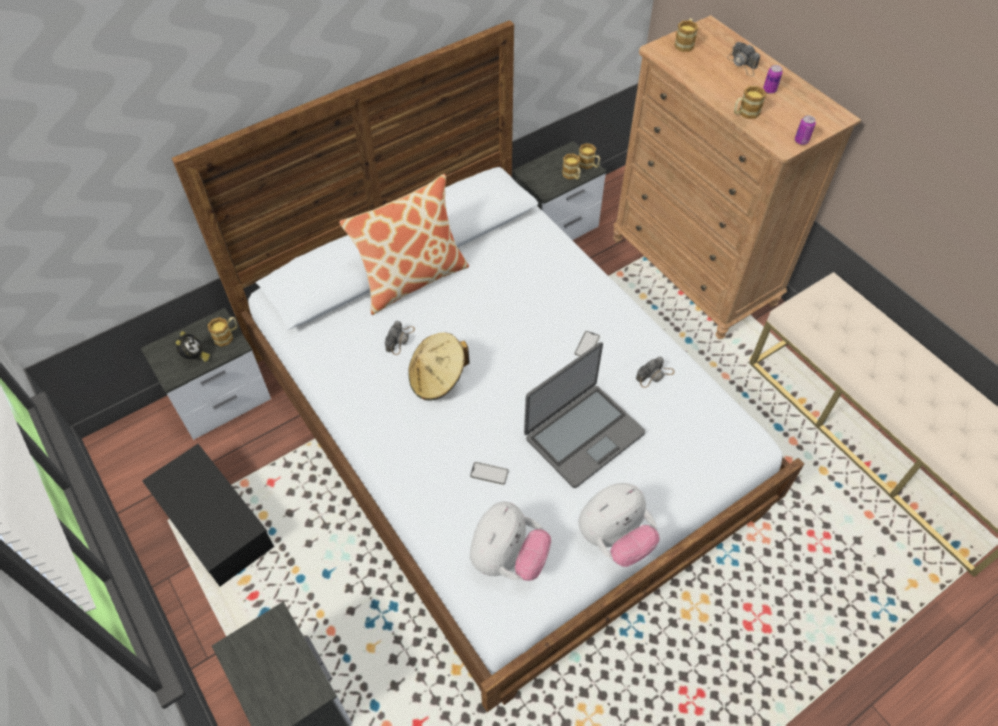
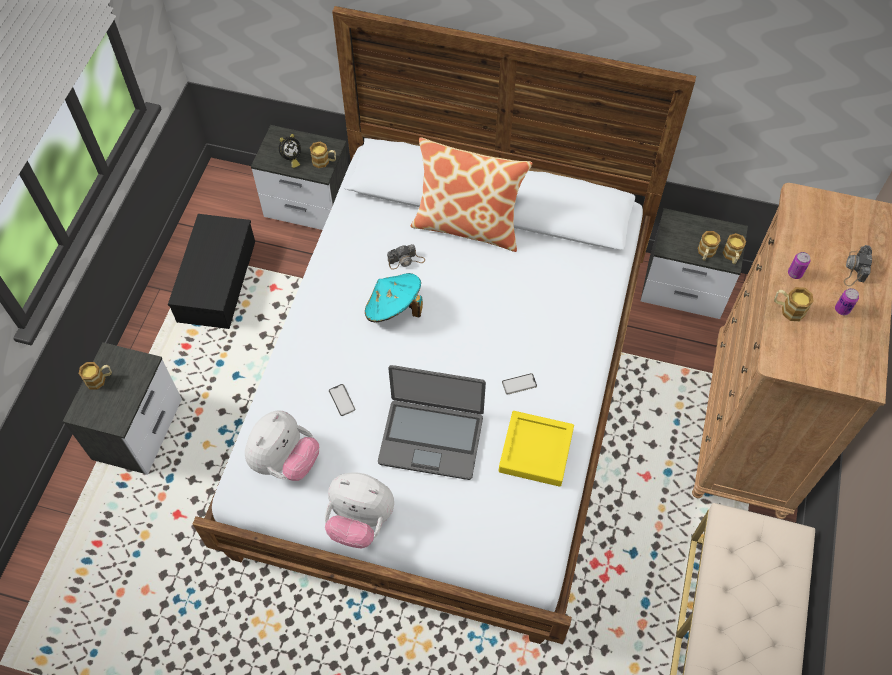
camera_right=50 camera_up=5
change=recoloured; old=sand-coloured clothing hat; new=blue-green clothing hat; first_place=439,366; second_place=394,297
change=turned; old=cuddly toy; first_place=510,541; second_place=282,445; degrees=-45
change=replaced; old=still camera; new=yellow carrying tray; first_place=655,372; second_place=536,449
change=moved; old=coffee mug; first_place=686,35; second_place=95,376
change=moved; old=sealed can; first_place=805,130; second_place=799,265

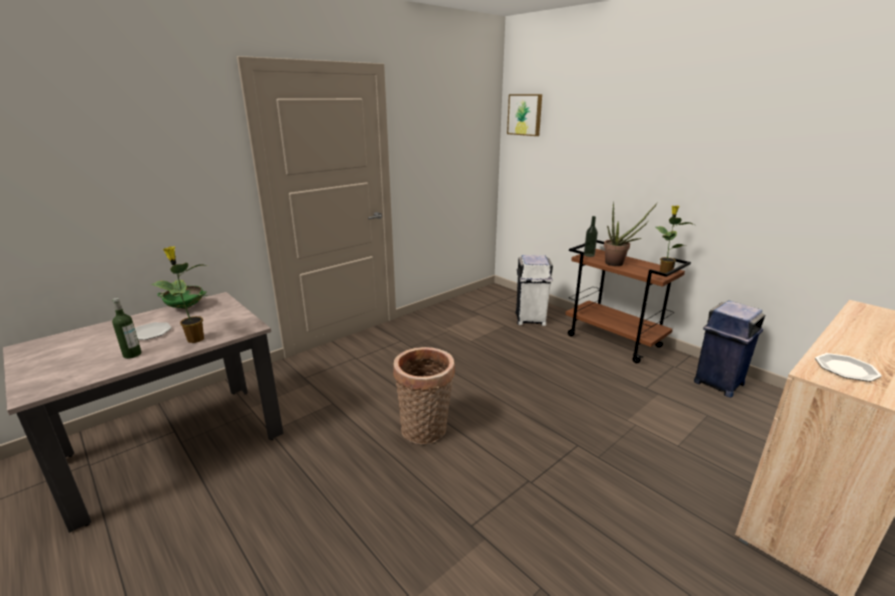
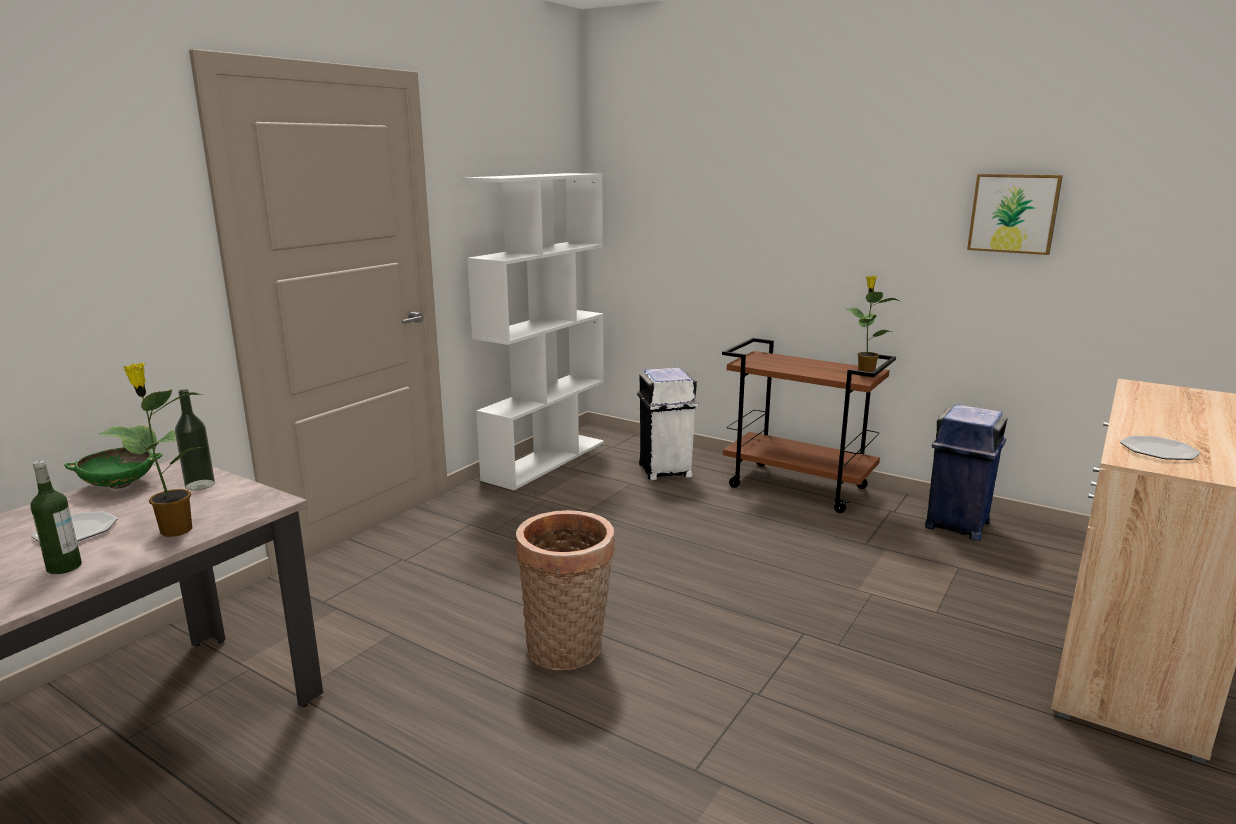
camera_right=-15 camera_up=-5
change=moved; old=wall art; first_place=524,115; second_place=1015,214
change=moved; old=bottle; first_place=591,236; second_place=195,439
change=removed; old=houseplant; first_place=631,234
change=added; new=white bookshelf; second_place=533,331

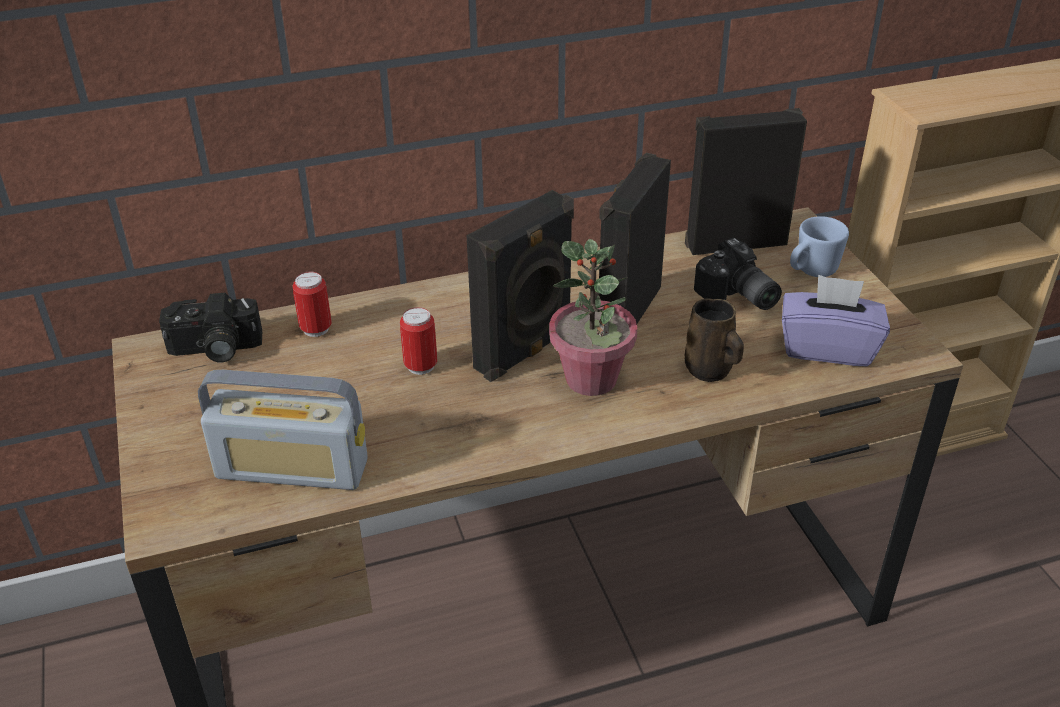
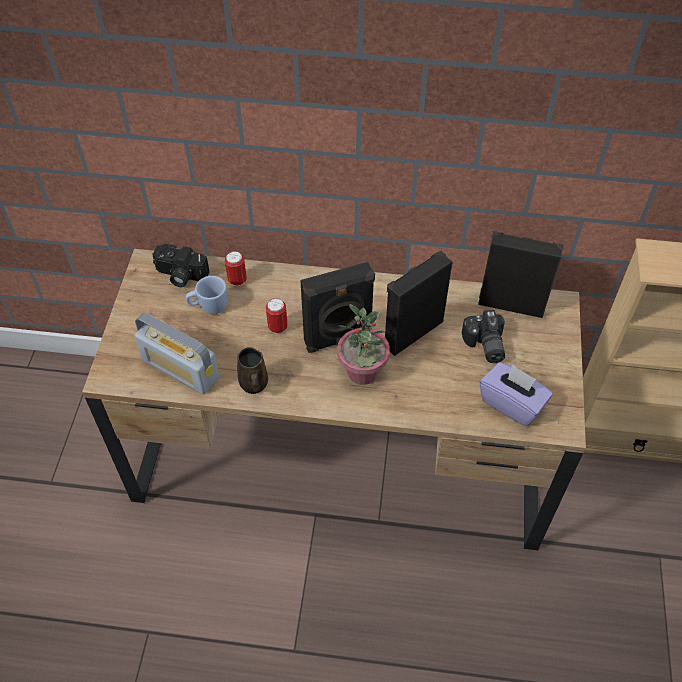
camera_right=25 camera_up=15
change=moved; old=brown-coloured coffee mug; first_place=714,340; second_place=252,370
change=moved; old=blue coffee mug; first_place=819,246; second_place=206,295

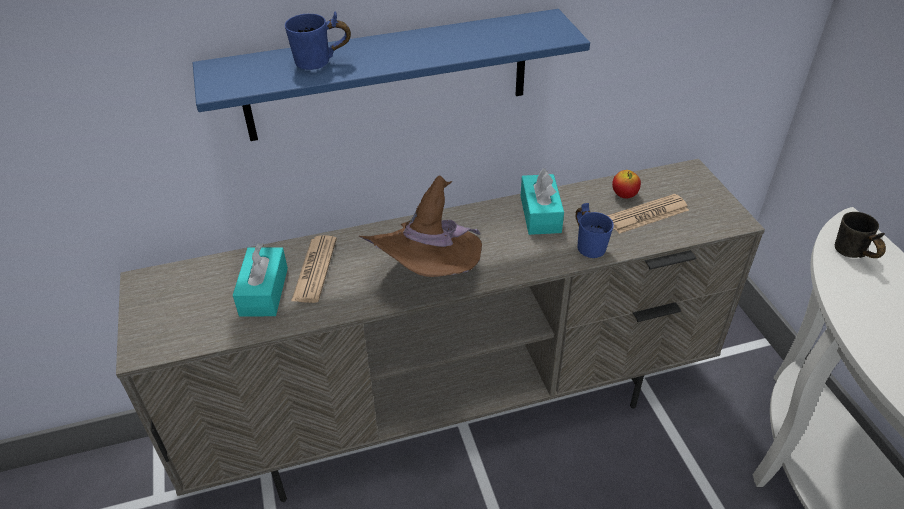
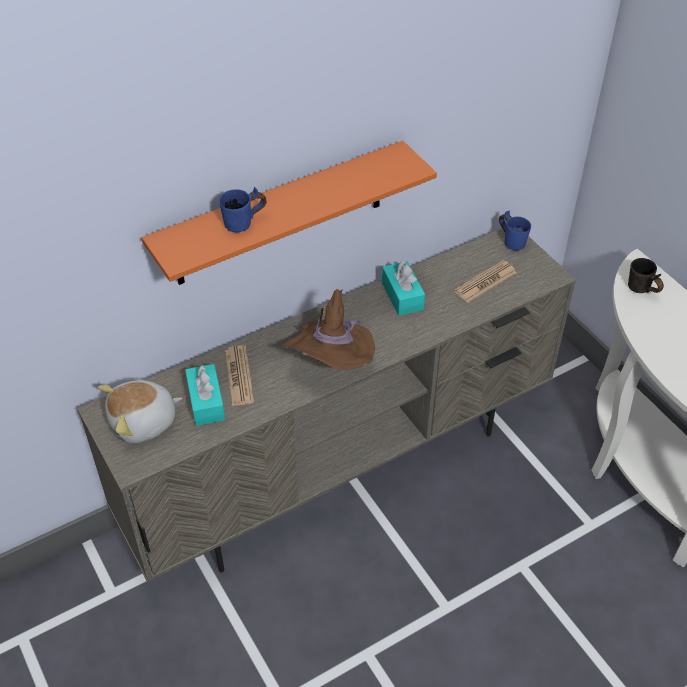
camera_right=-15 camera_up=5
change=recoloured; old=blue shelf; new=orangey shelf; first_place=391,75; second_place=289,213
change=moved; old=blue coffee mug; first_place=595,230; second_place=515,231
change=removed; old=whole apple; first_place=626,184
change=added; new=cuddly toy; second_place=140,411

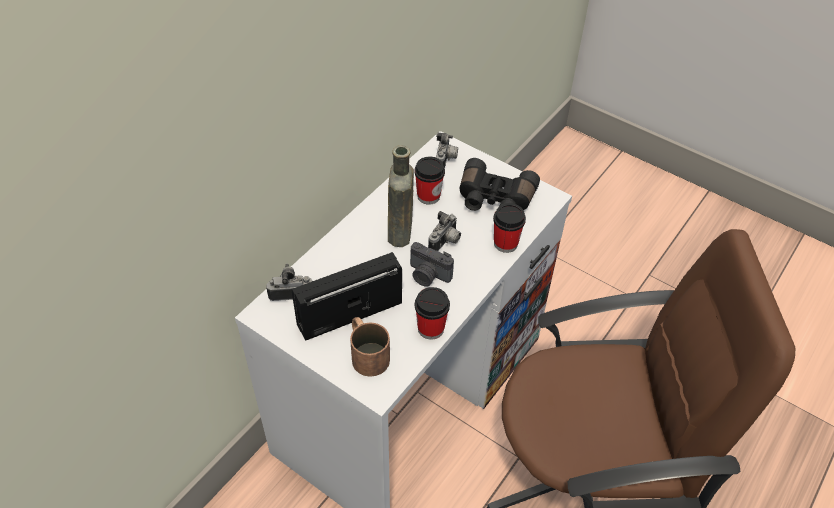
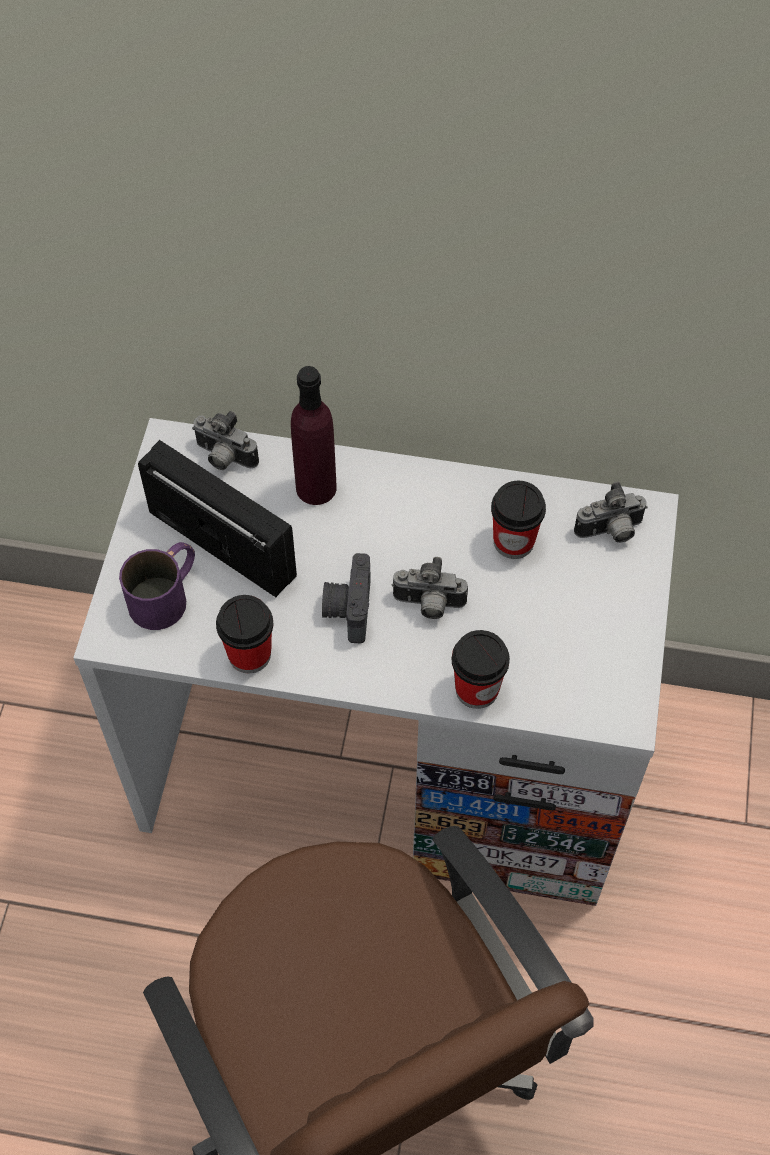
camera_right=65 camera_up=10
change=turned; old=still camera; first_place=289,282; second_place=225,440; degrees=150
change=recoloured; old=brown-coloured coffee mug; new=purple coffee mug; first_place=370,347; second_place=157,586
change=removed; old=brown-coloured bottle; first_place=401,196
change=removed; old=blackish binoculars; first_place=500,184
change=added; new=purple bottle; second_place=314,435

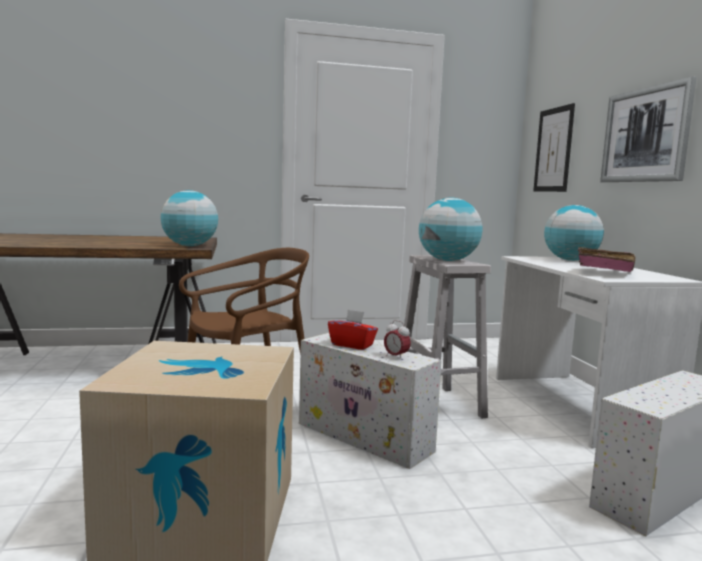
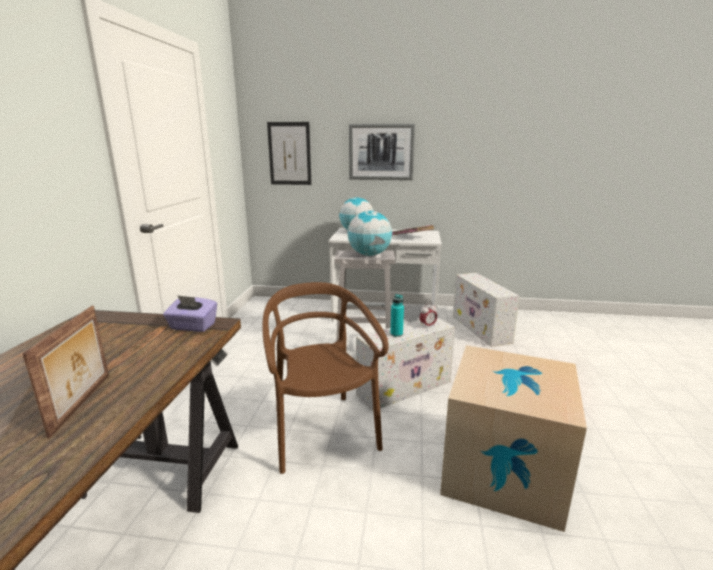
camera_right=-70 camera_up=10
change=replaced; old=desk globe; new=purple tissue box; first_place=189,218; second_place=190,313
change=replaced; old=red tissue box; new=blue-green bottle; first_place=353,330; second_place=397,315
change=added; new=photo frame; second_place=65,372

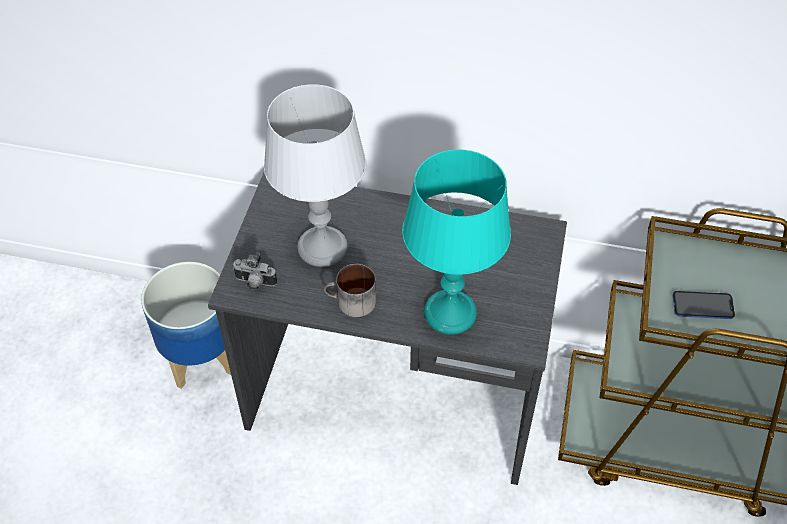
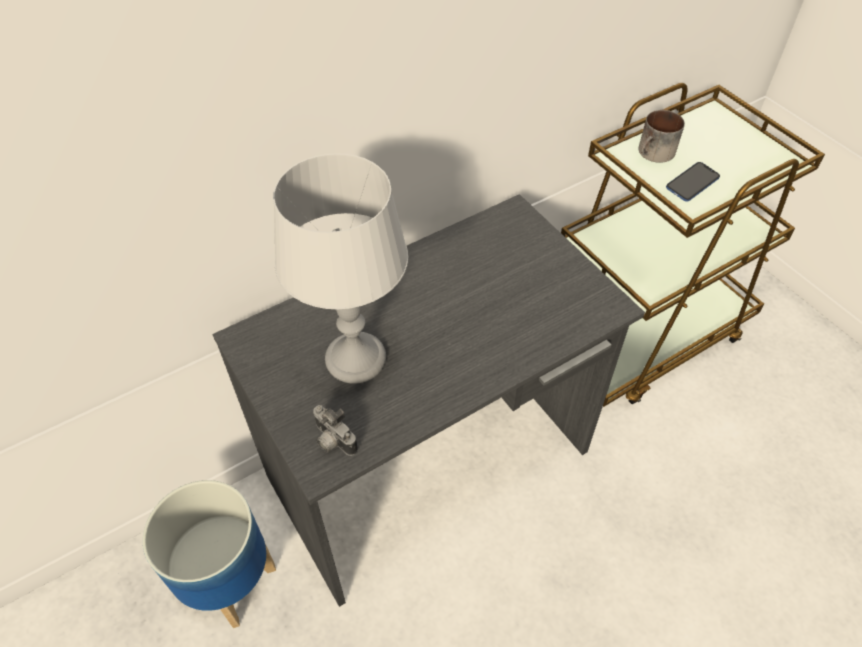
camera_right=-45 camera_up=0
change=turned; old=still camera; first_place=254,271; second_place=335,430; degrees=75
change=moved; old=coffee mug; first_place=350,290; second_place=661,136
change=removed; old=blue-green lamp for a table; first_place=456,242

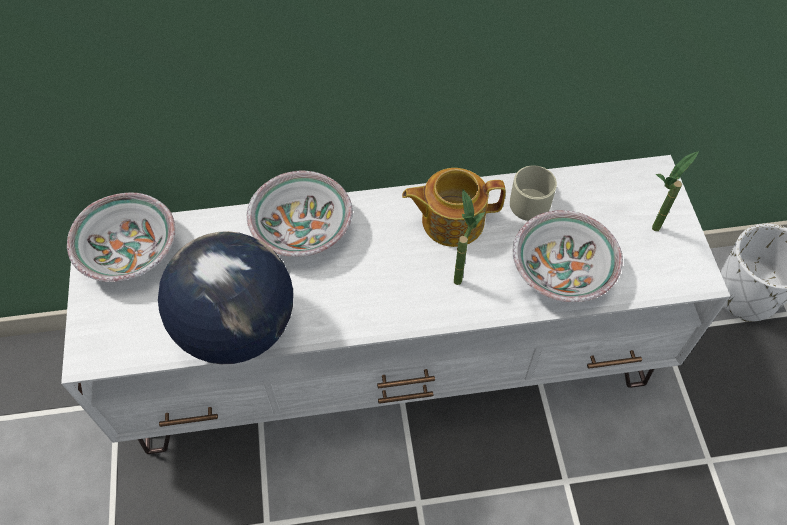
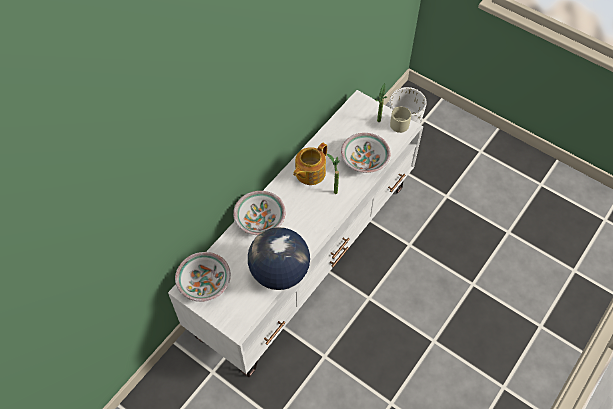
camera_right=-45 camera_up=0
change=moved; old=sand-coloured coffee mug; first_place=533,193; second_place=400,120

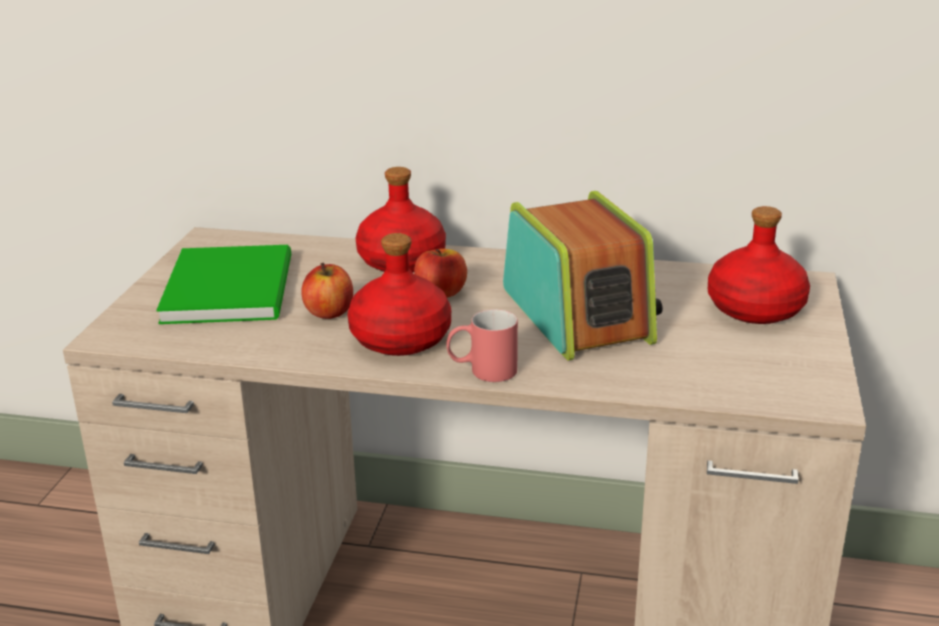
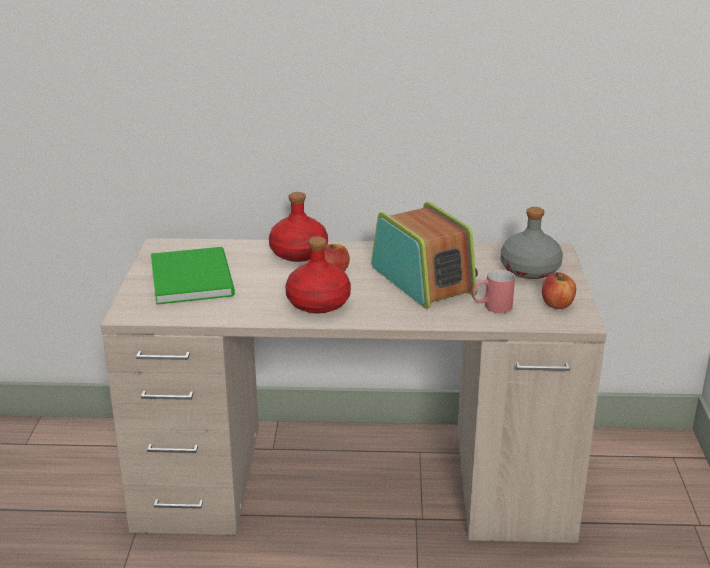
camera_right=-10 camera_up=0
change=moved; old=whole apple; first_place=327,291; second_place=559,290
change=moved; old=red coffee mug; first_place=482,345; second_place=493,291
change=recoloured; old=red bottle; new=grey bottle; first_place=759,265; second_place=532,243

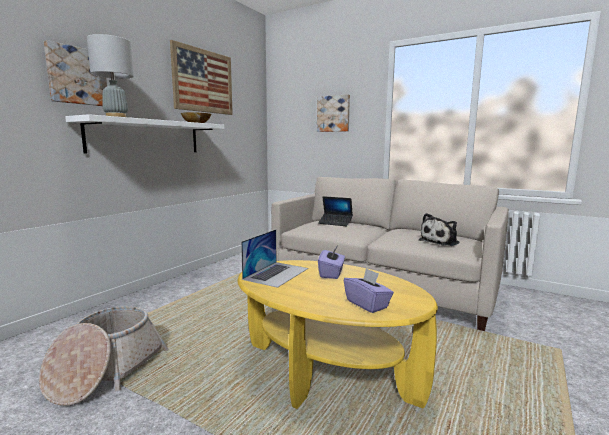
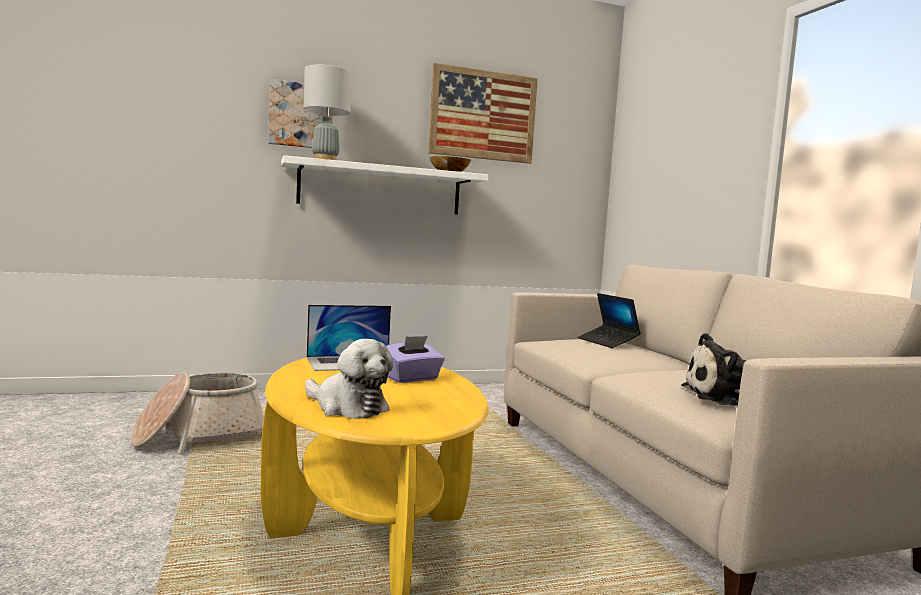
camera_right=40 camera_up=-5
change=removed; old=wall art; first_place=333,113
change=replaced; old=purple tissue box; new=cuddly toy; first_place=368,290; second_place=349,379

